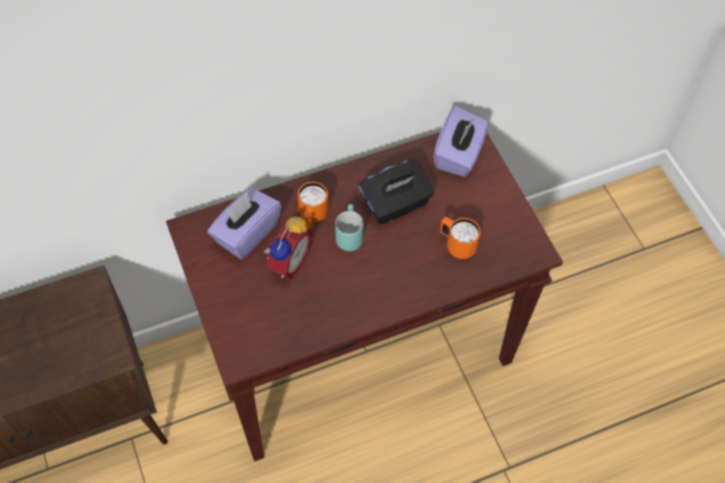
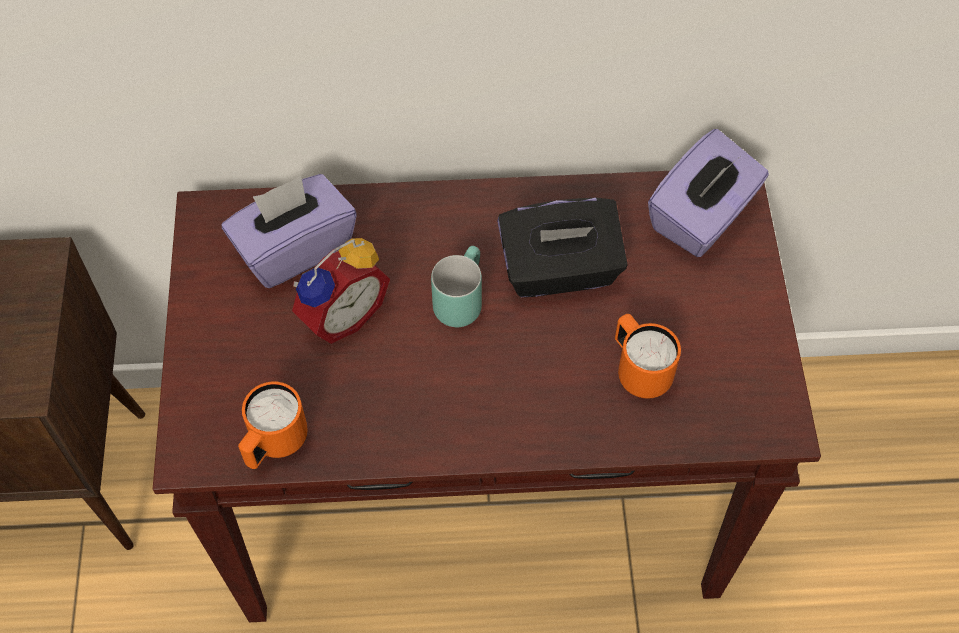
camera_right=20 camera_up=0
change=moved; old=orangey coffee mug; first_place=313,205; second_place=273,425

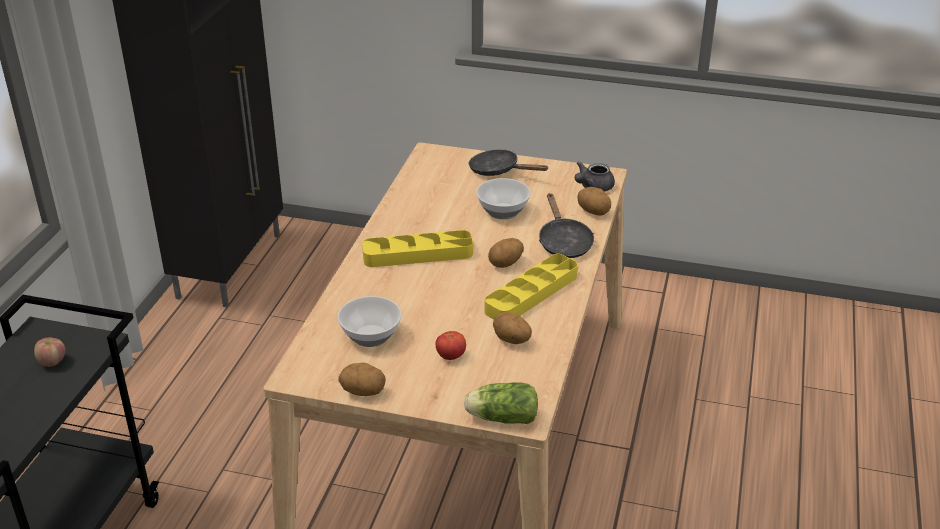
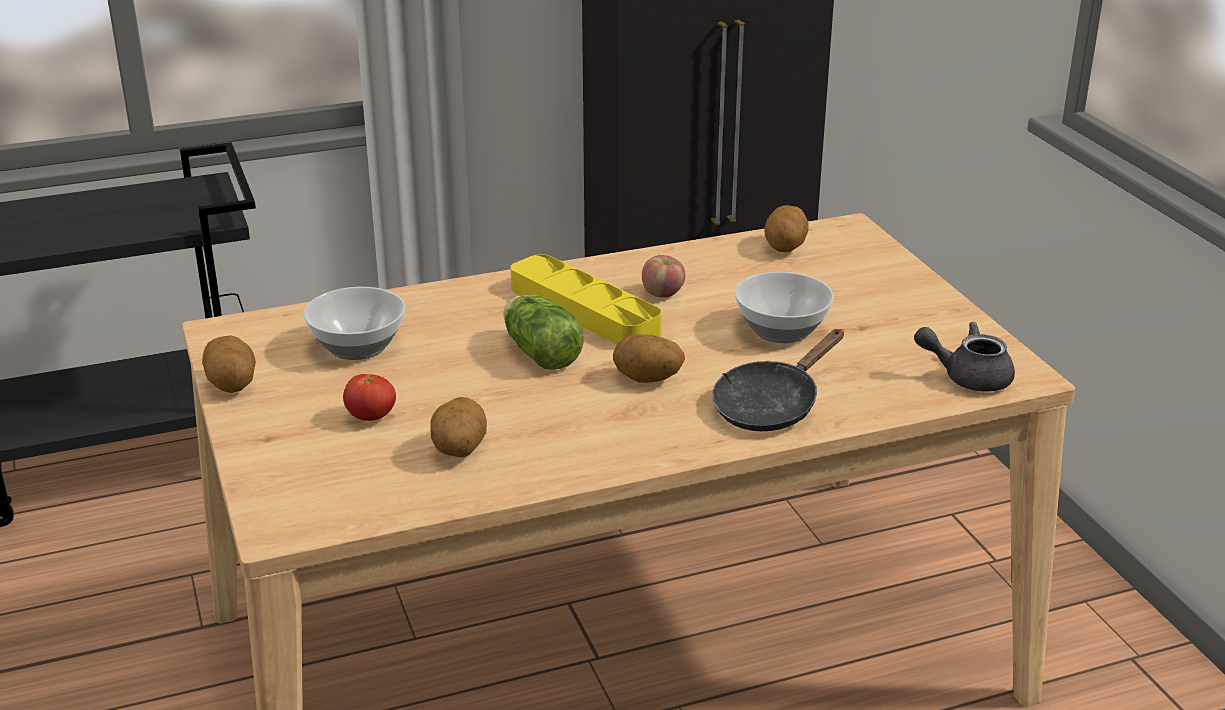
camera_right=55 camera_up=-5
change=moved; old=whole apple; first_place=49,352; second_place=663,276
change=moved; old=lettuce; first_place=501,403; second_place=543,332
change=removed; old=blackish frying pan; first_place=509,162
change=removed; old=yellow carrying tray; first_place=531,287
change=moved; old=spud; first_place=594,201; second_place=786,228

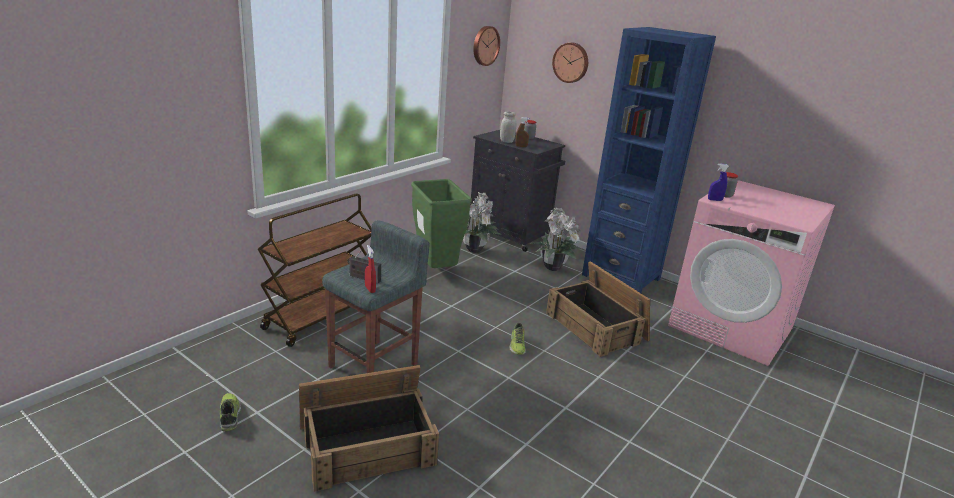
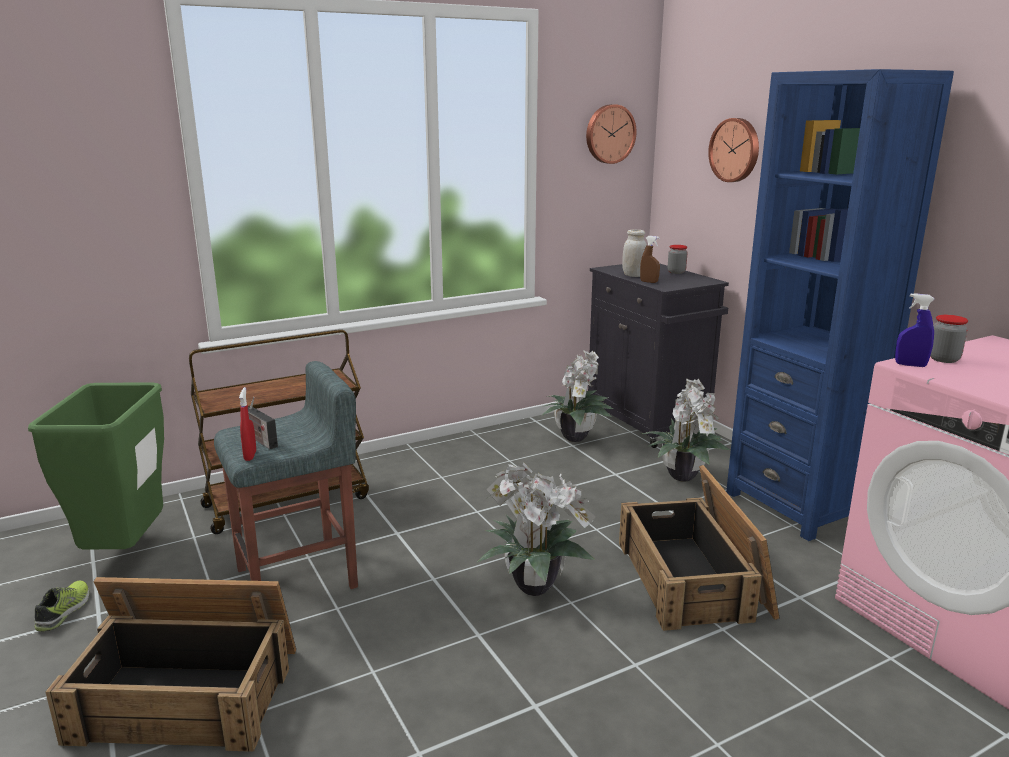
camera_right=25 camera_up=-5
change=moved; old=green waste bin; first_place=441,223; second_place=96,465
change=replaced; old=item of footwear; new=houseplant; first_place=517,339; second_place=536,529

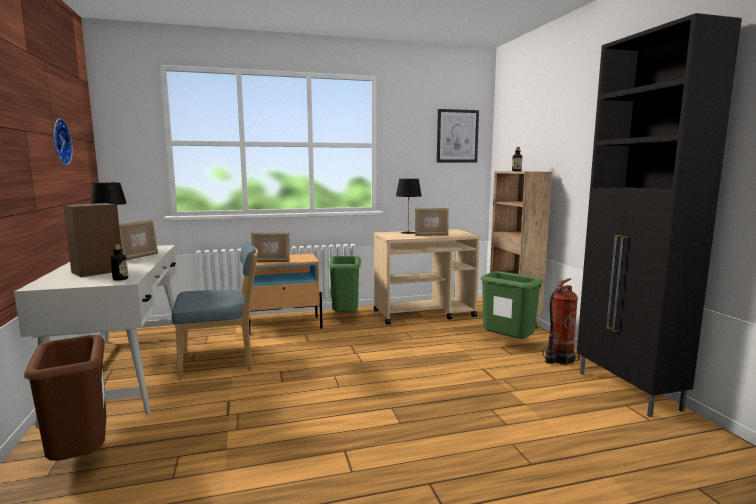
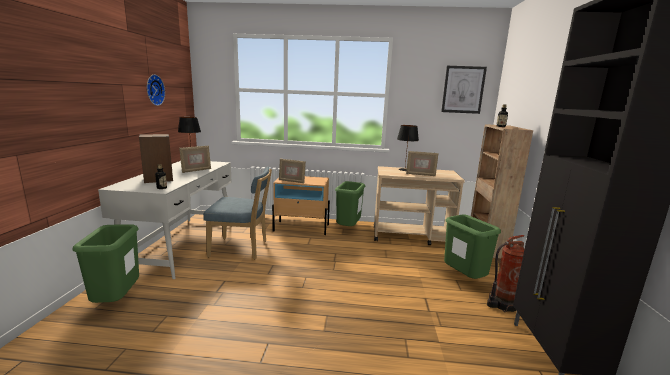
camera_right=20 camera_up=5
change=recoloured; old=brown-coloured waste bin; new=green waste bin; first_place=65,398; second_place=105,263

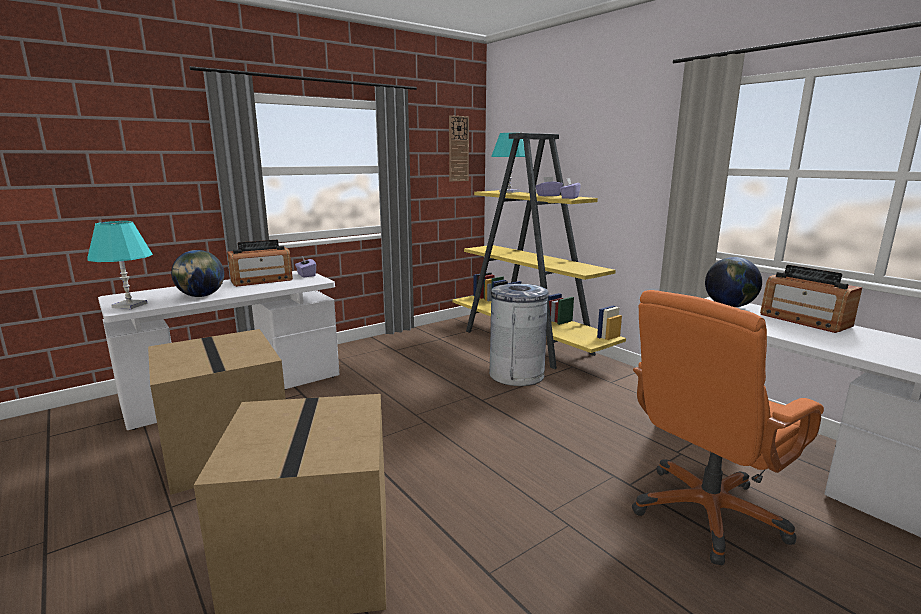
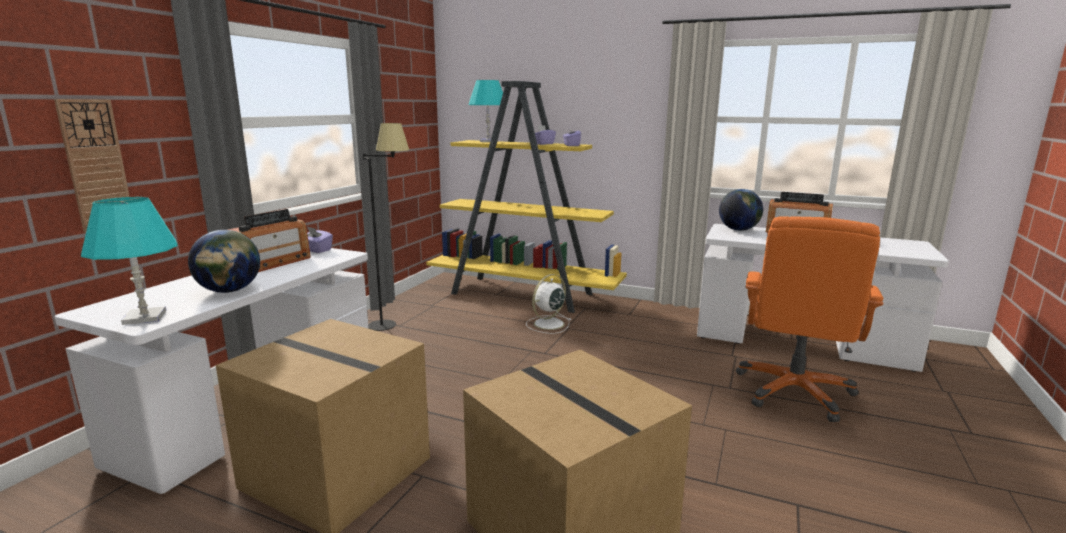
camera_right=-30 camera_up=0
change=moved; old=wall clock; first_place=459,148; second_place=92,166
change=replaced; old=grey waste bin; new=white cooling fan; first_place=519,335; second_place=549,304
change=added; new=blackish floor lamp; second_place=386,227

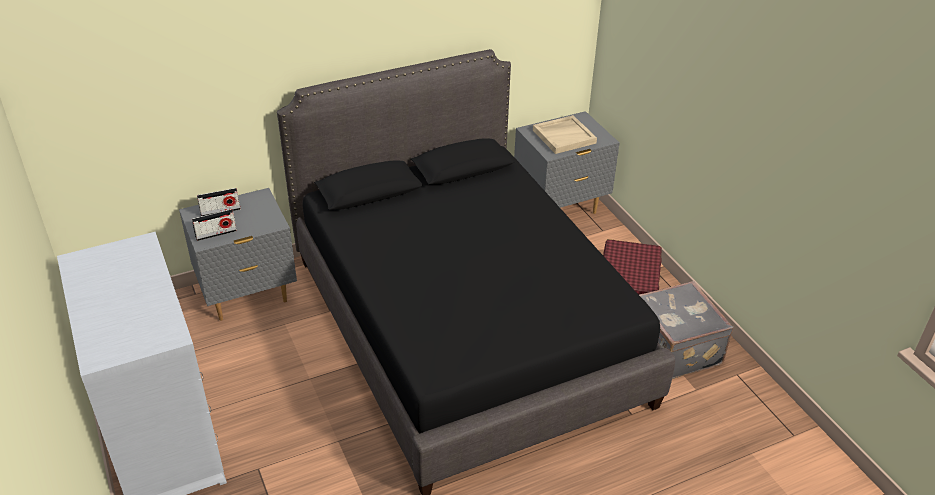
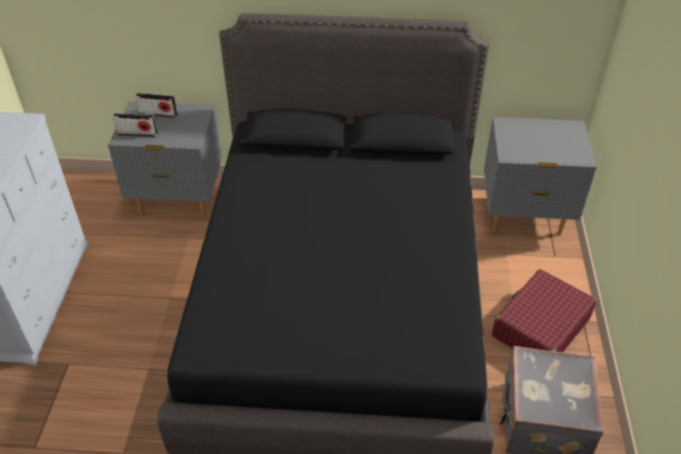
camera_right=30 camera_up=5
change=removed; old=sand-coloured carrying tray; first_place=565,134

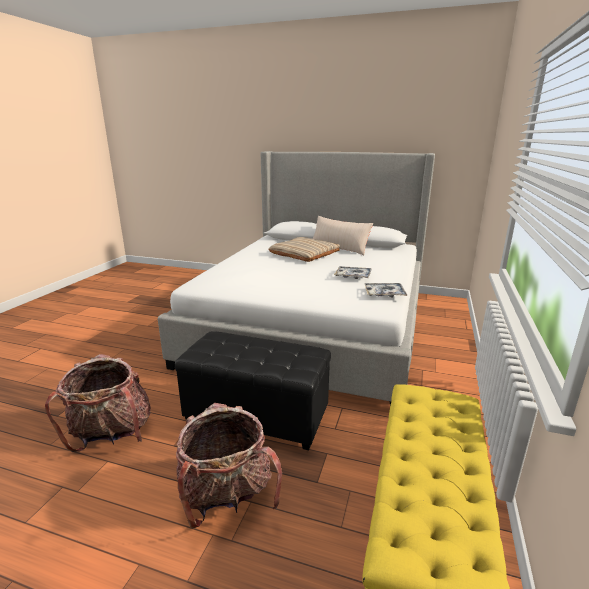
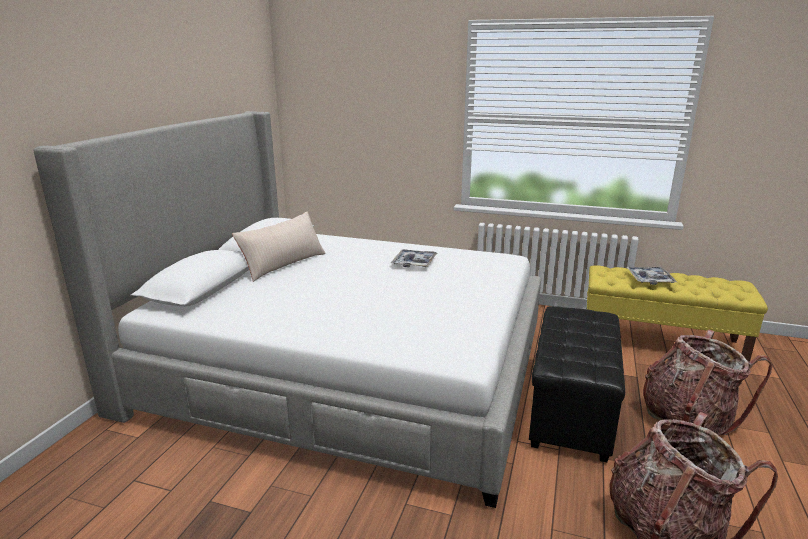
camera_right=-90 camera_up=0
change=removed; old=sand-coloured throw pillow; first_place=304,249
change=moved; old=carrying tray; first_place=385,290; second_place=652,276

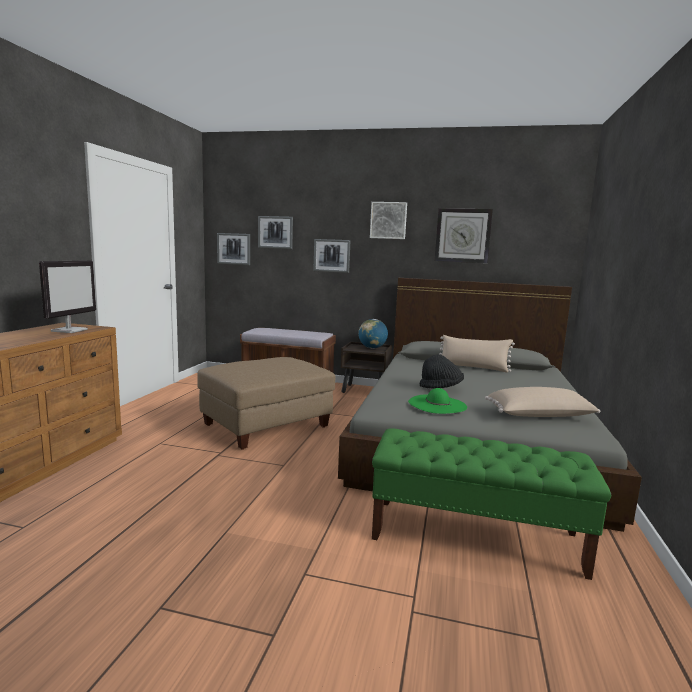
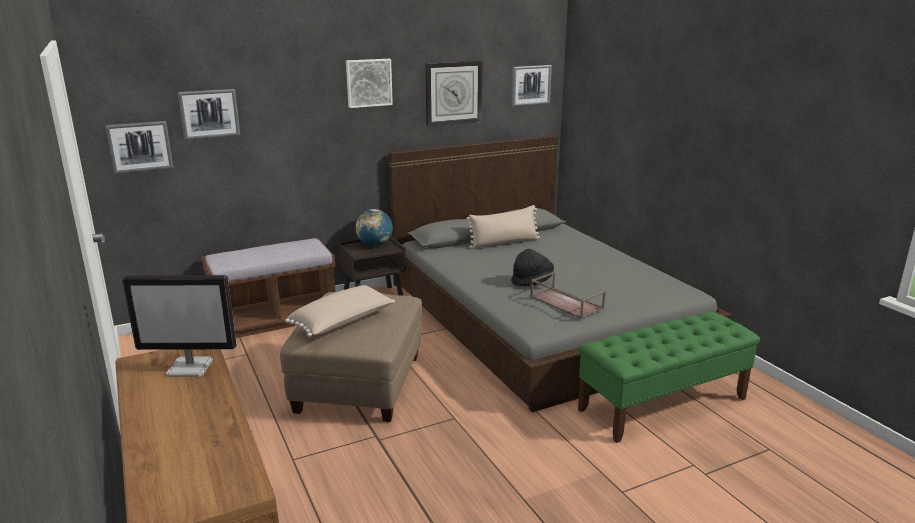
camera_right=-40 camera_up=10
change=turned; old=monitor; first_place=67,296; second_place=179,326; degrees=120
change=moved; old=wall art; first_place=331,256; second_place=532,86
change=replaced; old=green clothing hat; new=brown-coloured carrying tray; first_place=437,401; second_place=568,295
change=moved; old=sand-coloured throw pillow; first_place=543,402; second_place=340,311

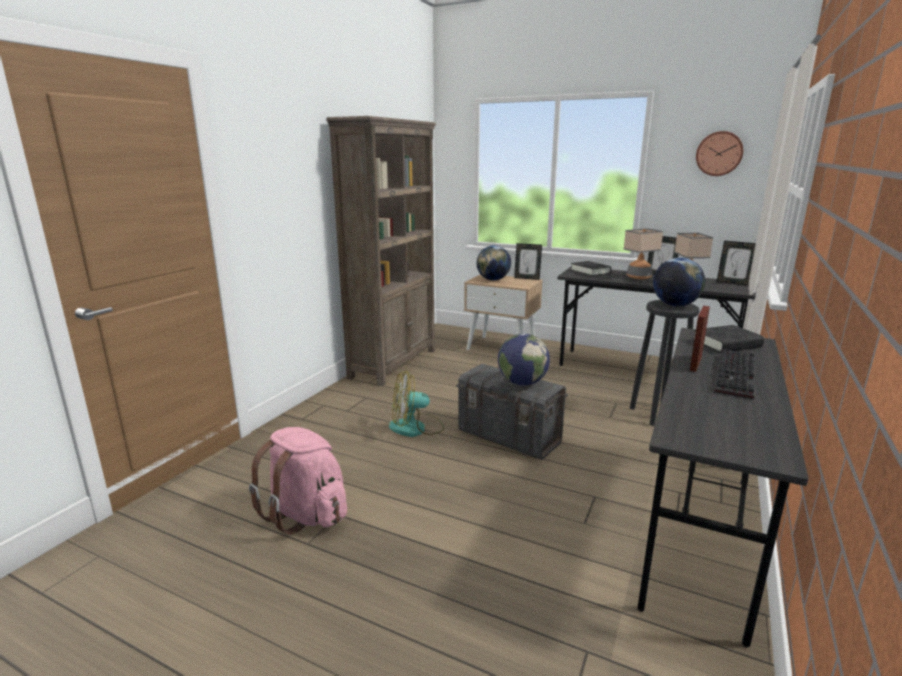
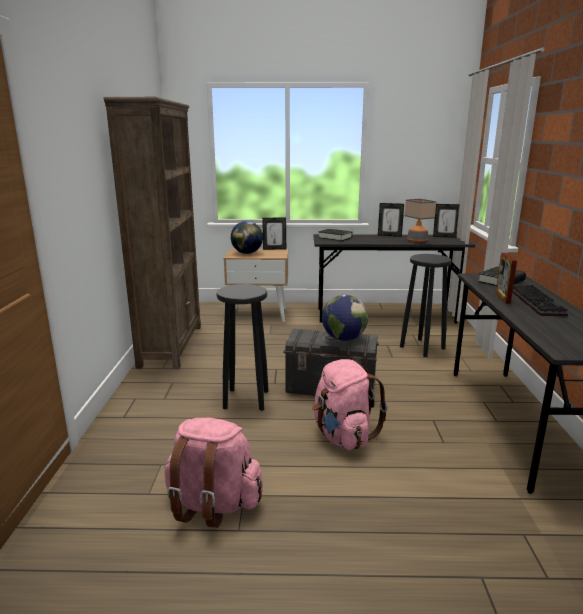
camera_right=-25 camera_up=0
change=replaced; old=cooling fan; new=blackish stool seat; first_place=416,404; second_place=243,347
change=removed; old=lamp for a table; first_place=643,254
change=removed; old=desk globe; first_place=679,282
change=removed; old=wall clock; first_place=719,153
change=added; new=pinkish backpack; second_place=350,404

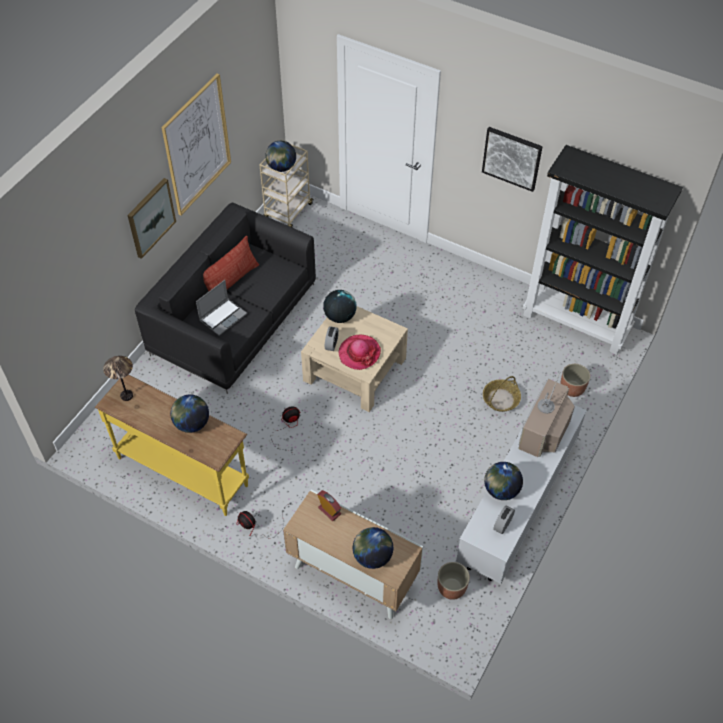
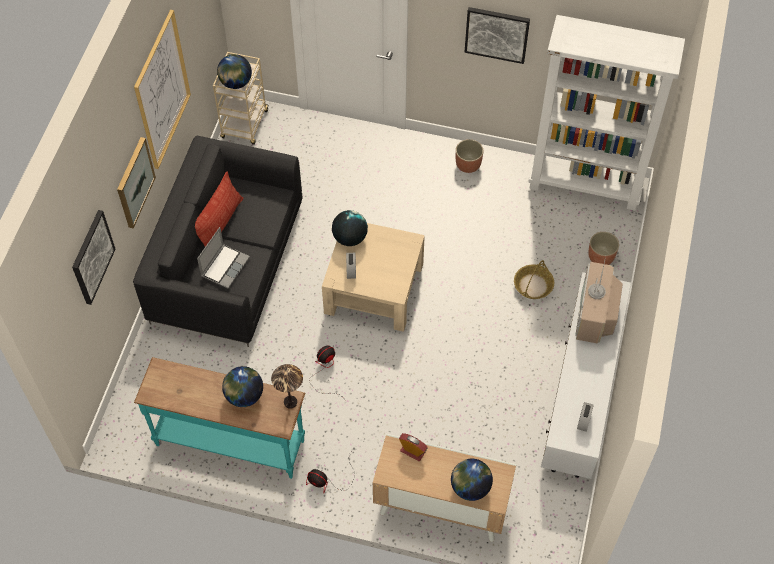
camera_right=-15 camera_up=5
change=recoloured; old=yellow hall table; new=blue-green hall table; first_place=172,445; second_place=219,418
change=moved; old=lamp for a table; first_place=118,378; second_place=287,386
change=removed; old=clothing hat; first_place=360,352
change=moved; old=flower pot; first_place=454,581; second_place=469,156
change=removed; old=desk globe; first_place=503,481
change=recoloured; old=blackish bookshelf; new=white bookshelf; first_place=603,250; second_place=606,113
change=added; new=wall art; second_place=93,257

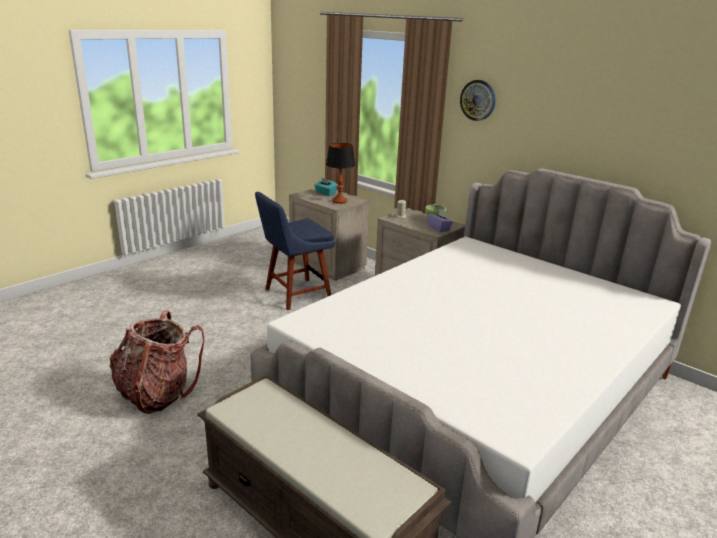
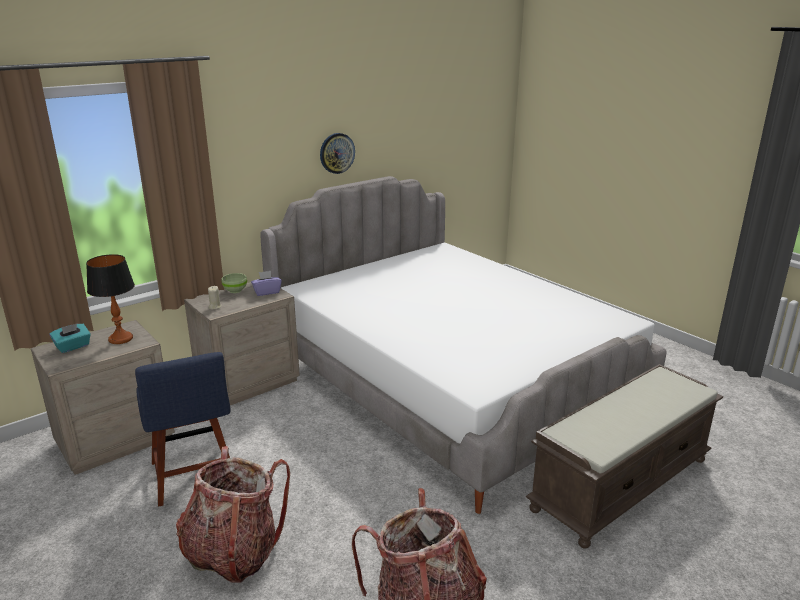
camera_right=-80 camera_up=0
change=moved; old=wall clock; first_place=478,100; second_place=337,153
change=added; new=backpack; second_place=233,514

